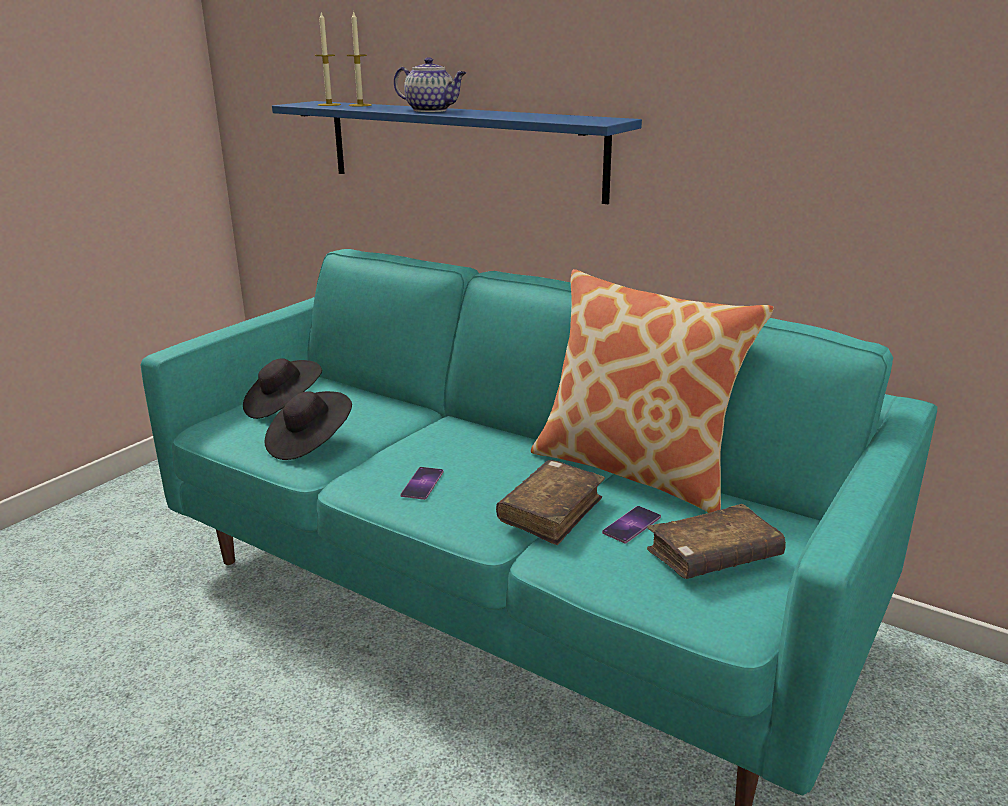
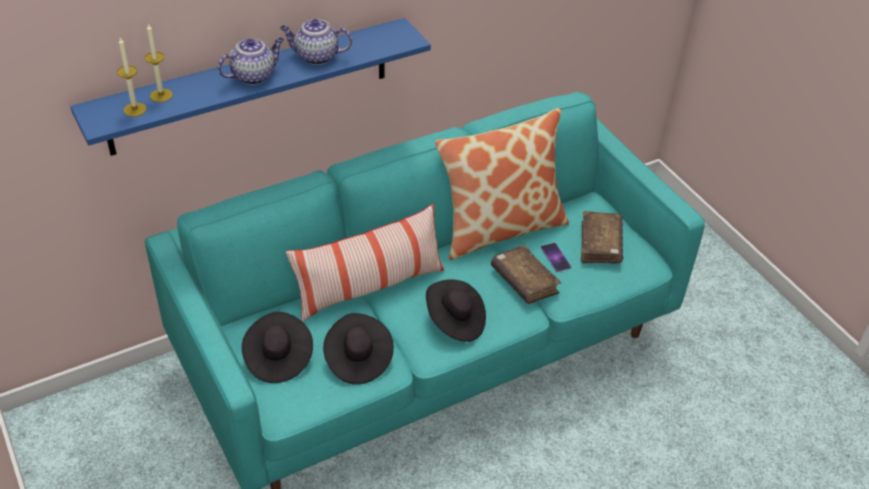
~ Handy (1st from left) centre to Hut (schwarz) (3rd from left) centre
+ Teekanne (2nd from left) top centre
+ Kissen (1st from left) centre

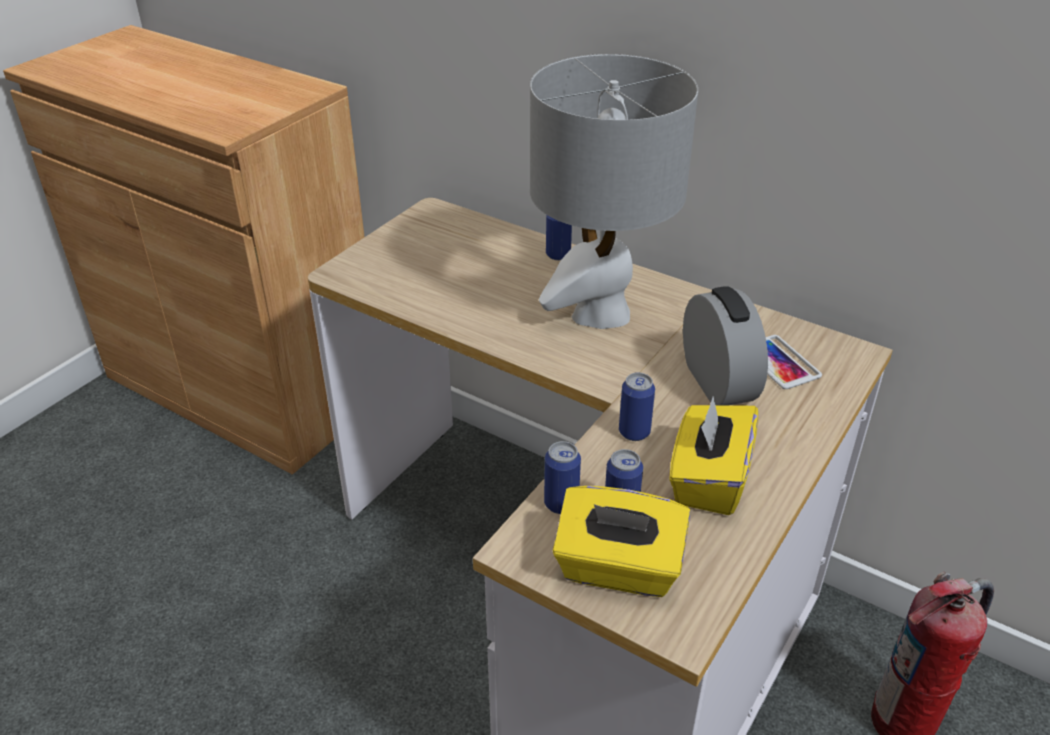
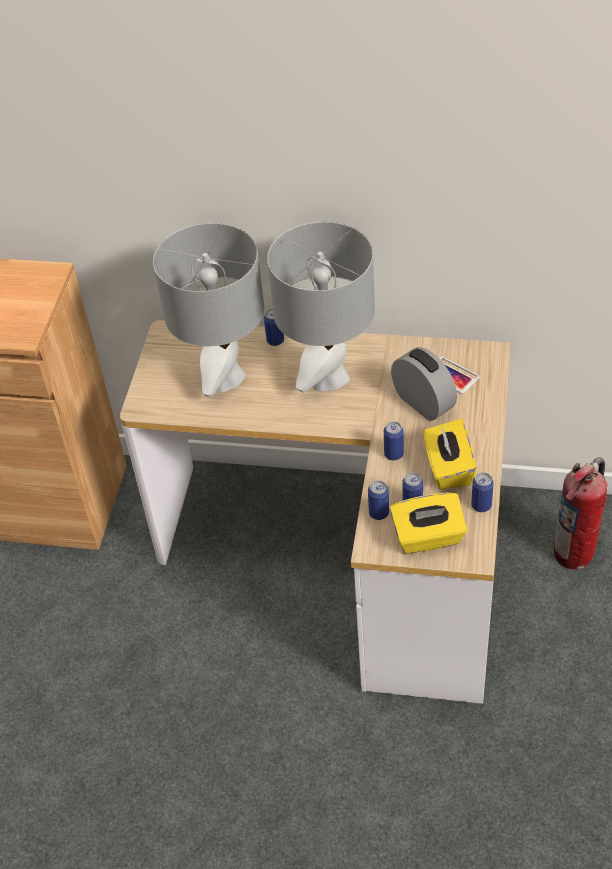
+ Tischlampe (grau) (1st from left) centre
+ Dose (5th from left) middle right

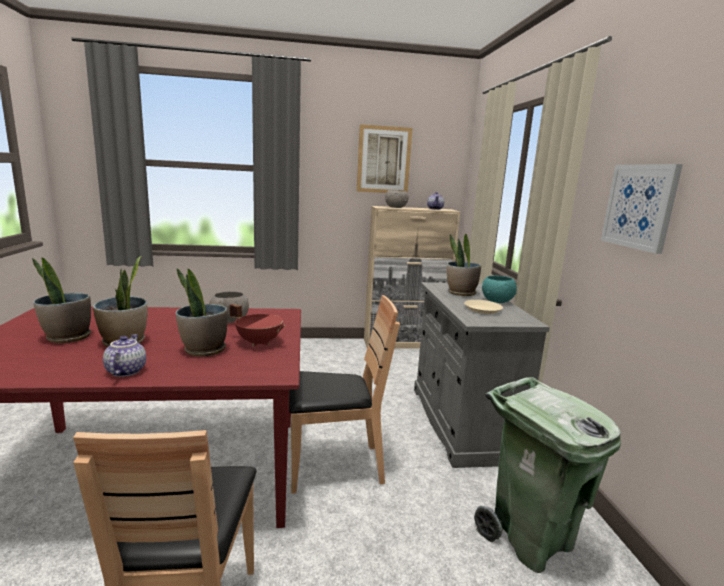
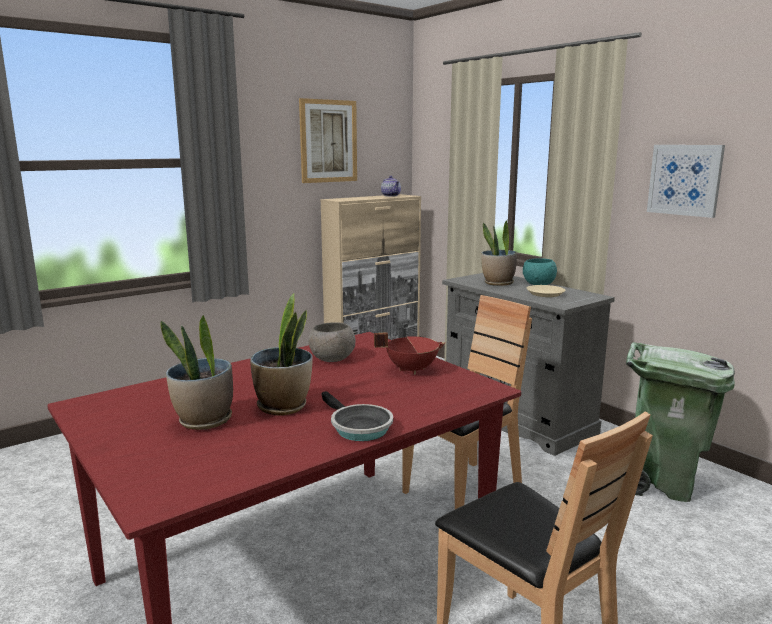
~ Teekanne (1st from left) middle left to Pfanne bottom centre
- Topfpflanze (3rd from left) middle left
- Schüssel (grau) (2nd from left) centre

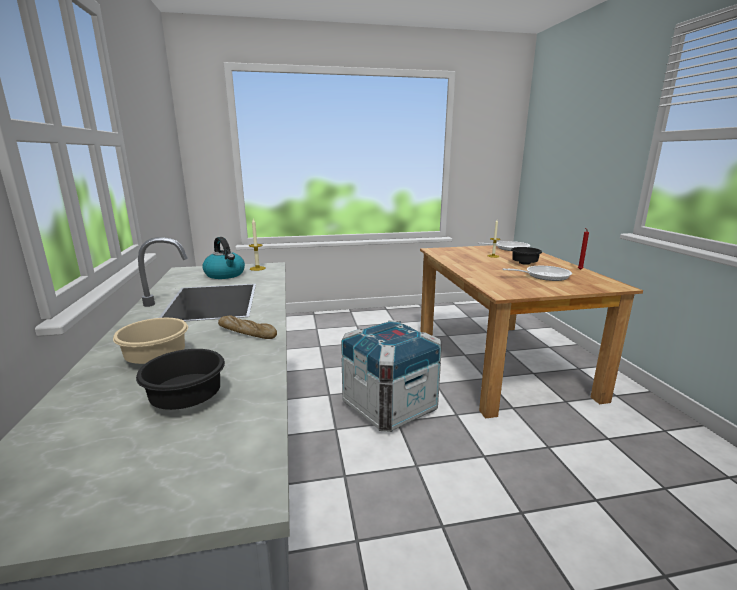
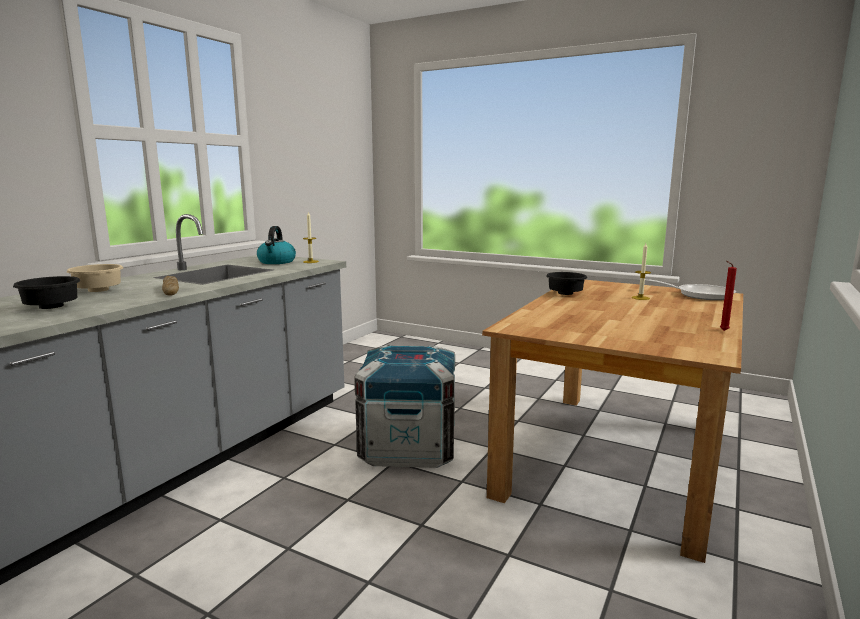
- Pfanne (2nd from left) middle right
~ Schüssel (schwarz) (2nd from left) middle right to centre

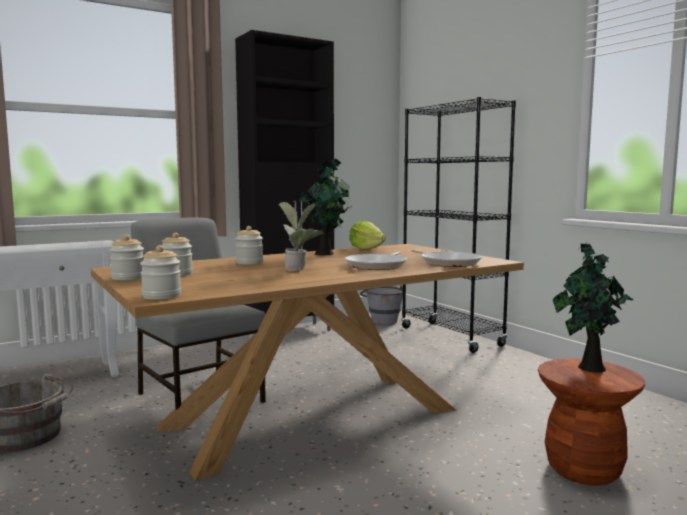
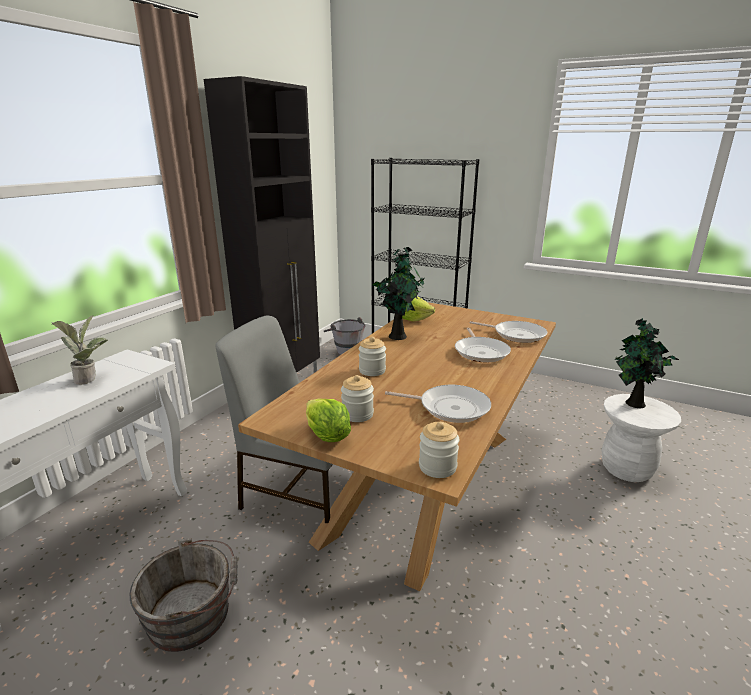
~ Vorratsglas (1st from left) middle left to Salatkopf (1st from left) centre
~ Topfpflanze (1st from left) centre to middle left
~ Hocker (braun) bottom right to Hocker (weiß) middle right
+ Pfanne (1st from left) centre

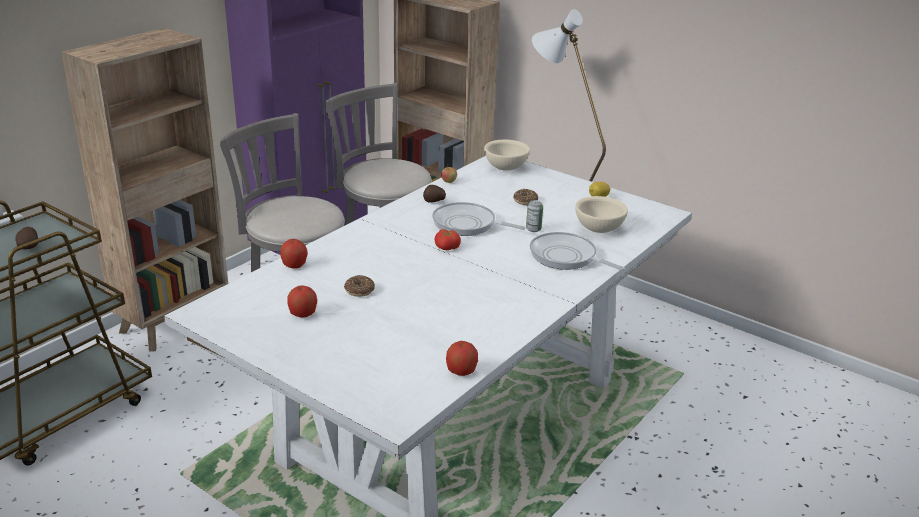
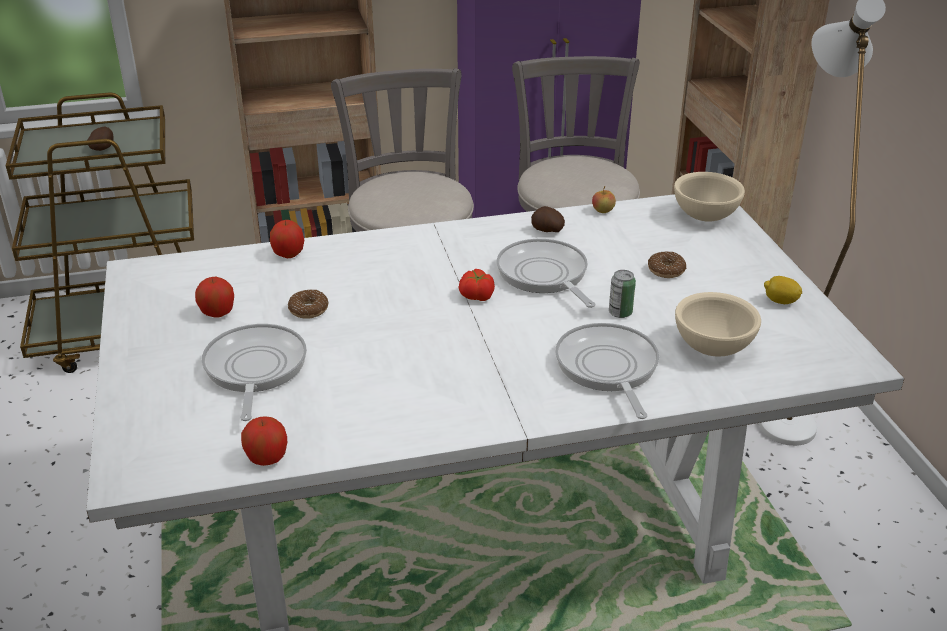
+ Pfanne (1st from left) middle left

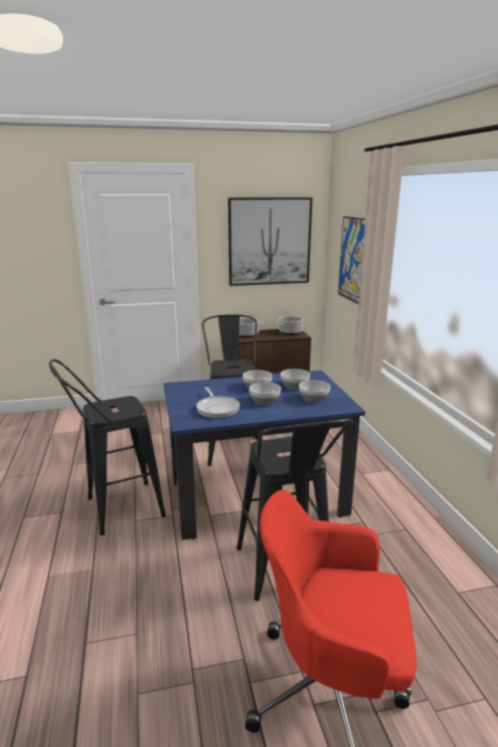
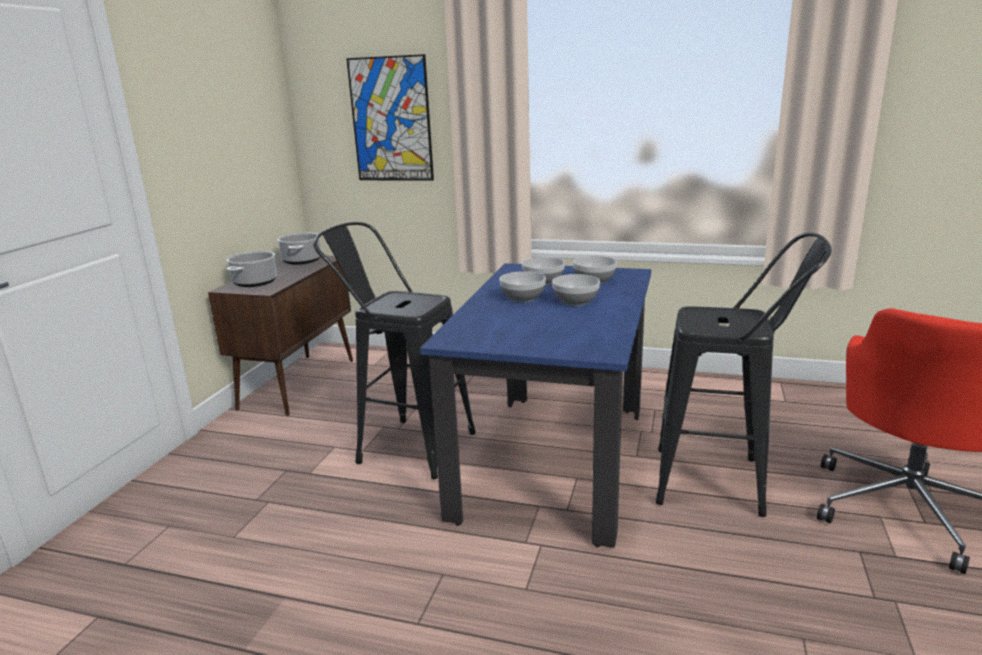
- Hocker (schwarz) (1st from left) middle left
- Pfanne centre
- Bild (1st from left) top centre

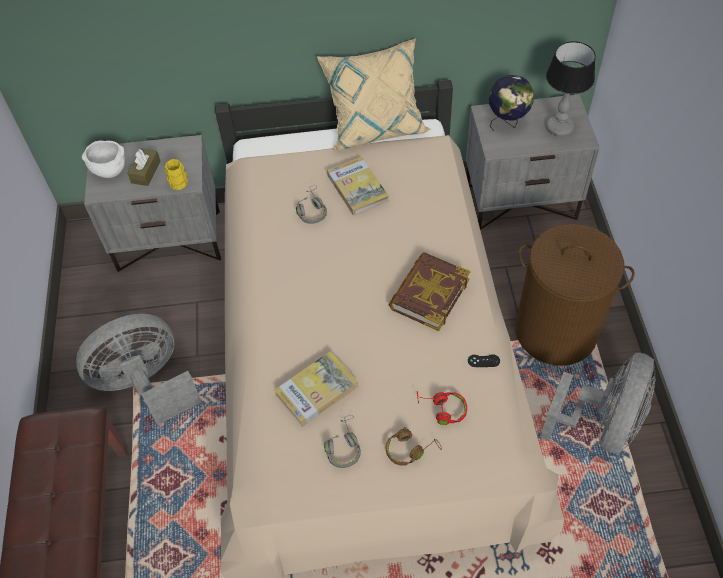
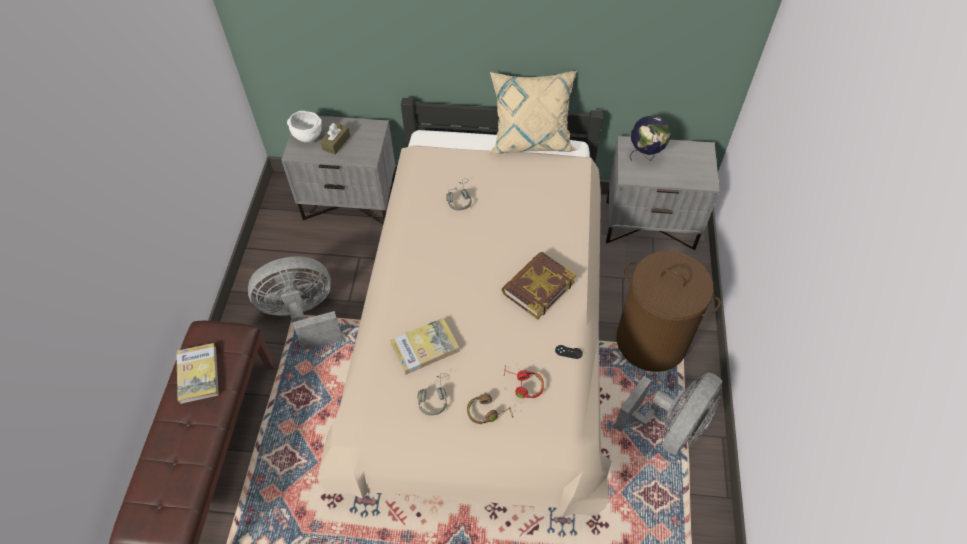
- Henkelbecher (gelb) top left
~ Buch (2nd from left in the first image) top centre to Buch (1st from left) bottom left
- Tischlampe top right

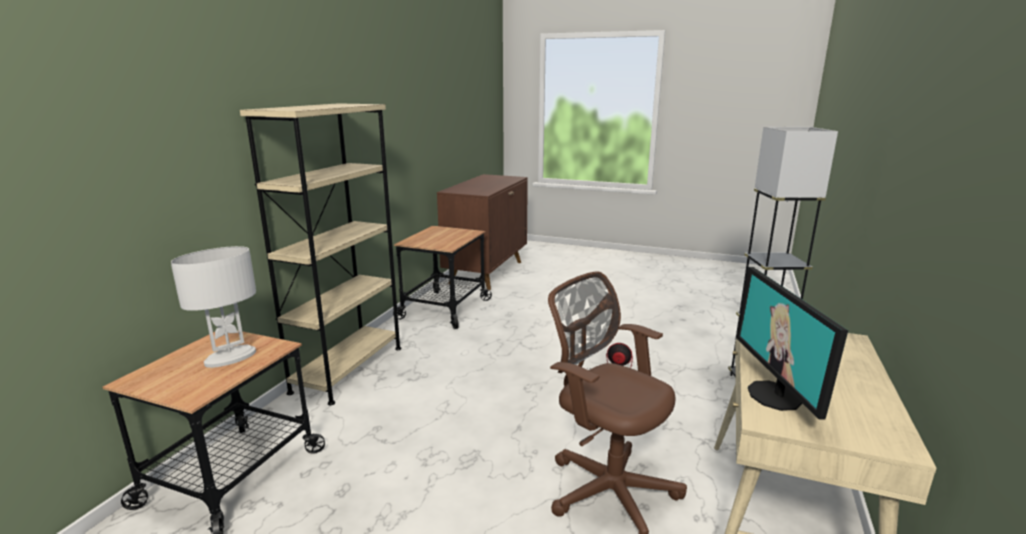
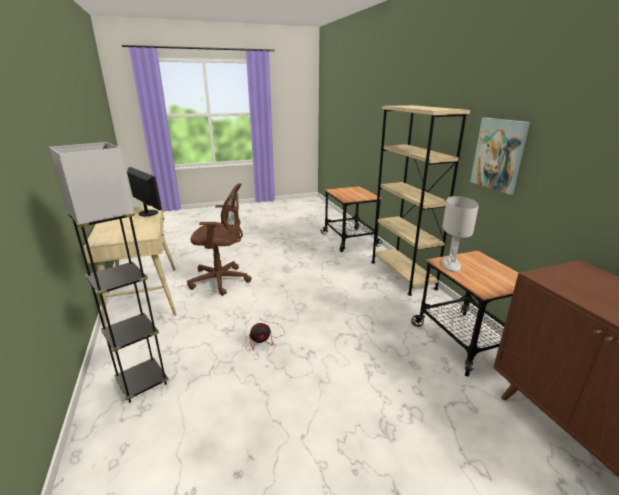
~ Tischlampe (weiß) middle left to middle right
+ Bild top right

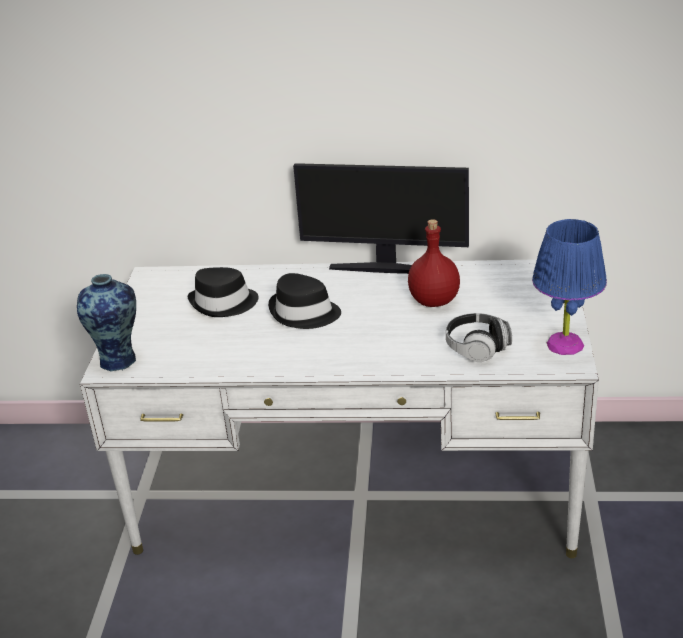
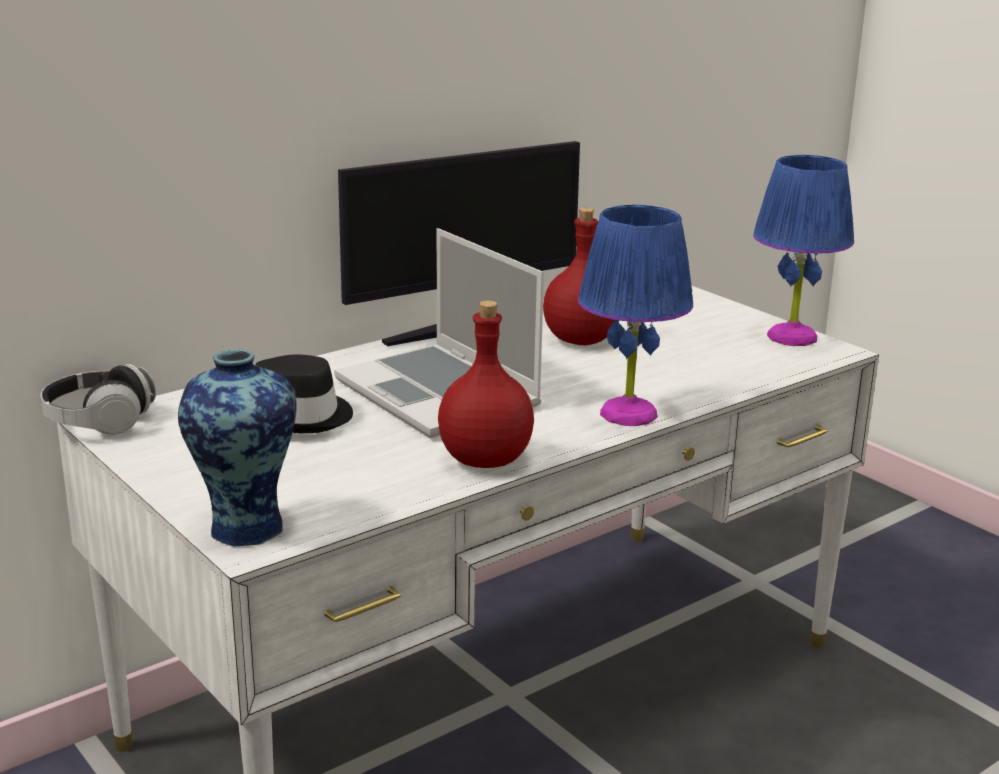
~ Hut (schwarz) (2nd from left) centre to Laptop centre
~ Kopfhörer middle right to middle left
+ Flasche (rot) (1st from left) centre
+ Tischlampe (blau) (1st from left) centre

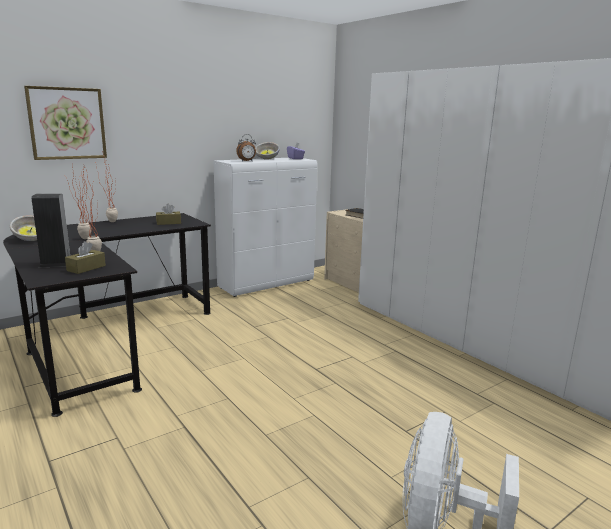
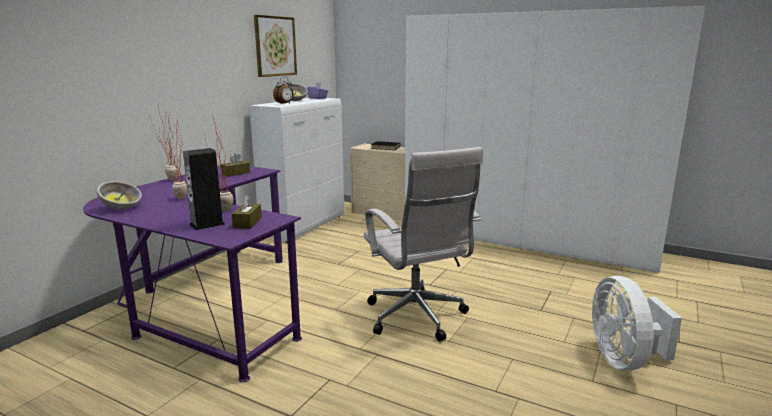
~ Schreibtisch (schwarz) middle left to Schreibtisch (lila) middle left
~ Bild top left to top centre
+ Bürostuhl (weiß) centre

